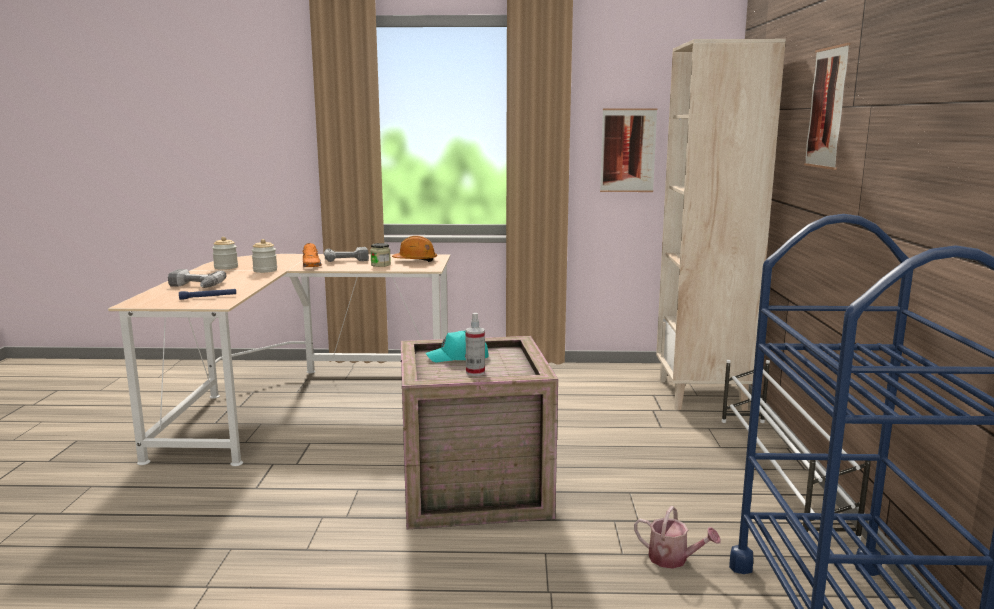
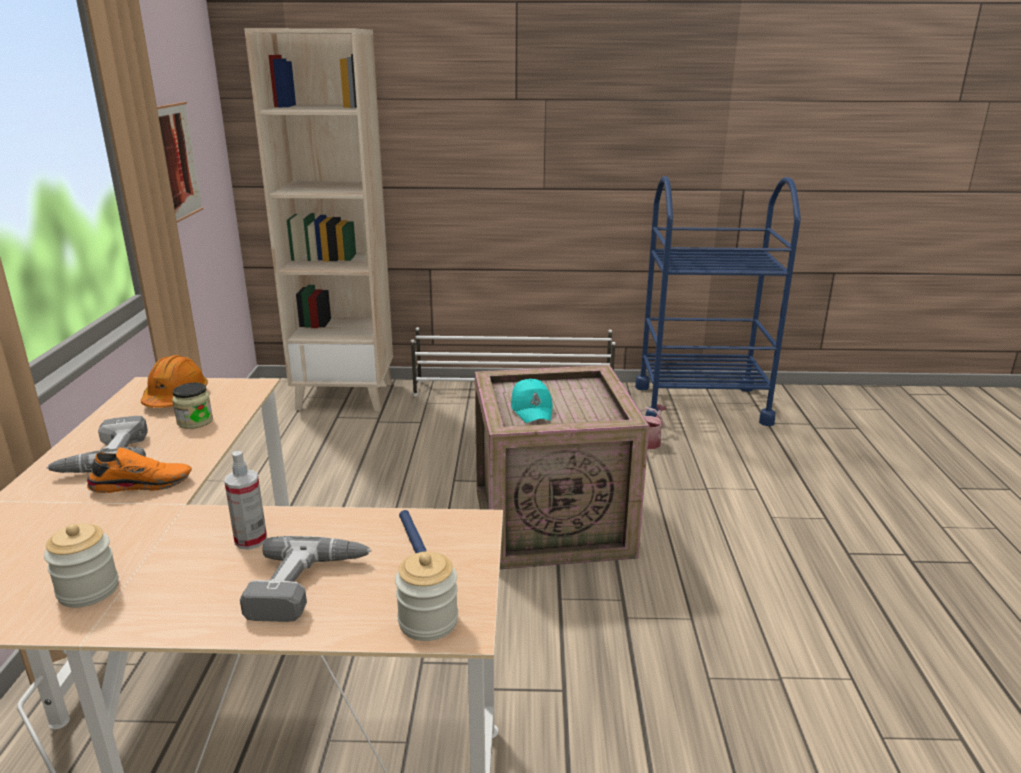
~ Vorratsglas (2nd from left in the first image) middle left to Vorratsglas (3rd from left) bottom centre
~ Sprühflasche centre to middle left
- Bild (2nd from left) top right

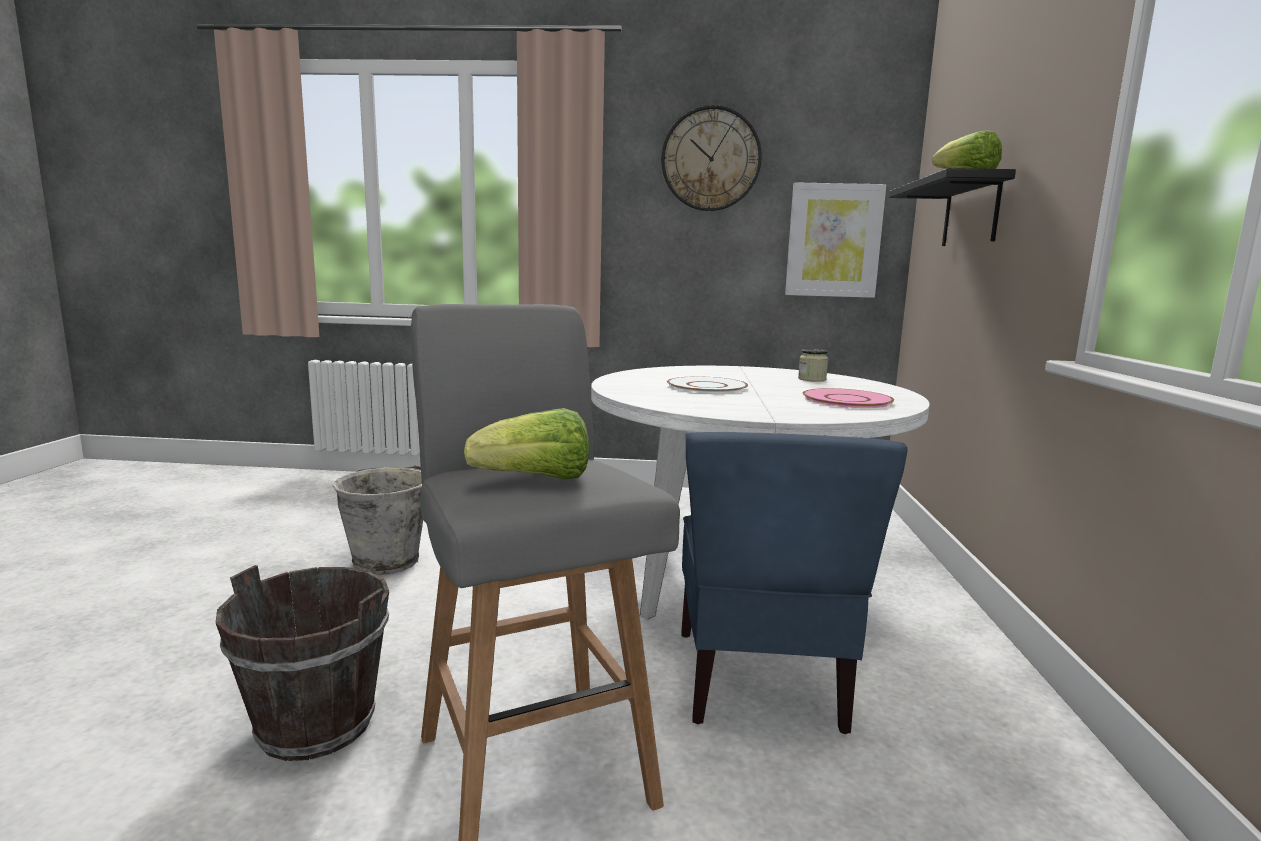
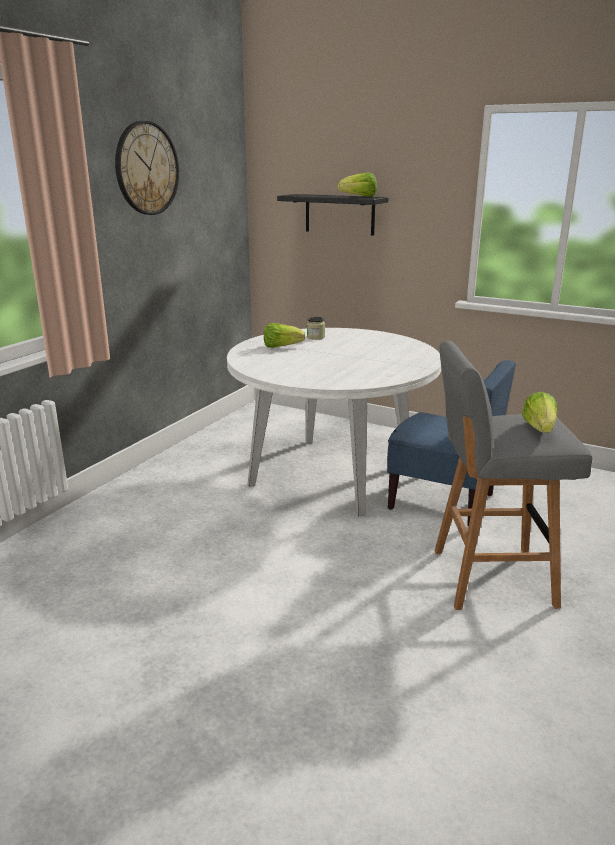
- Eimer (braun) bottom left
- Eimer (grau) middle left
- Teller (weiß) centre
- Bild top centre
- Teller (rosa) middle right
+ Salatkopf (1st from left) centre

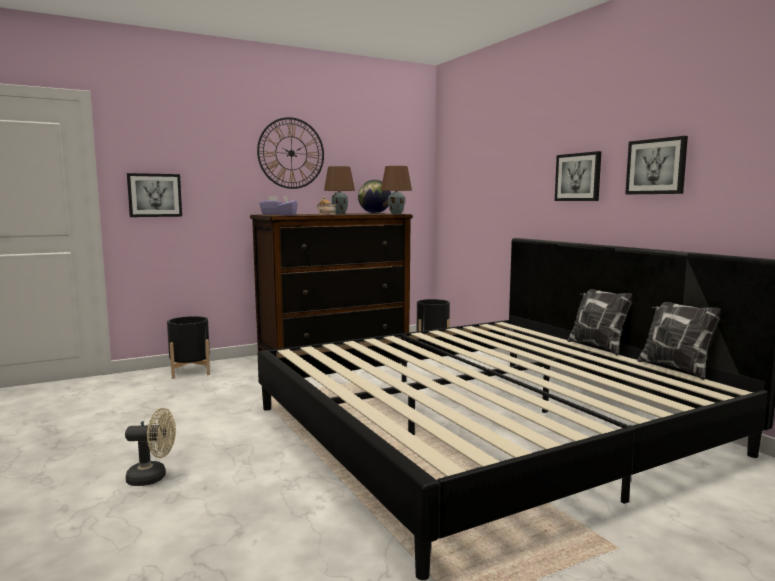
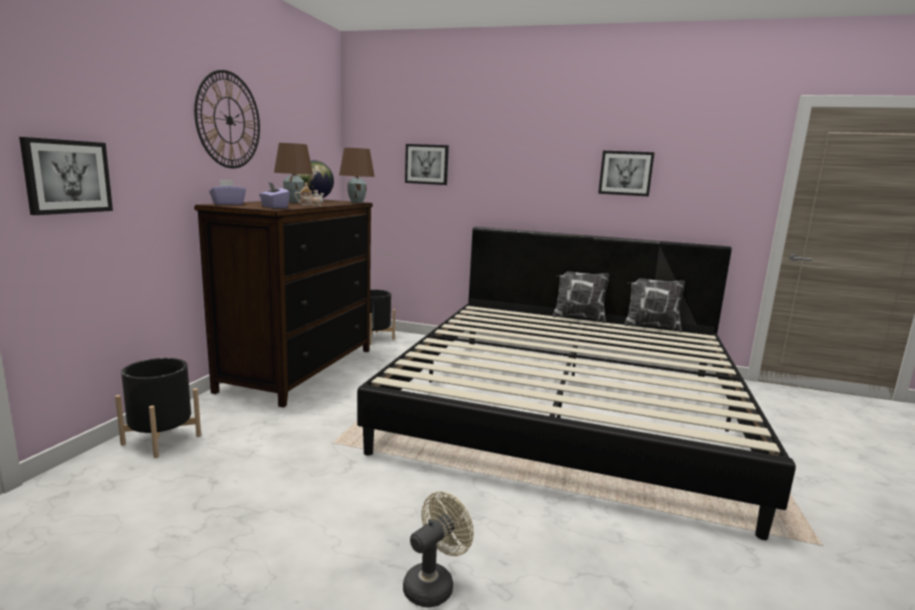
~ Bild (2nd from left) top right to top centre

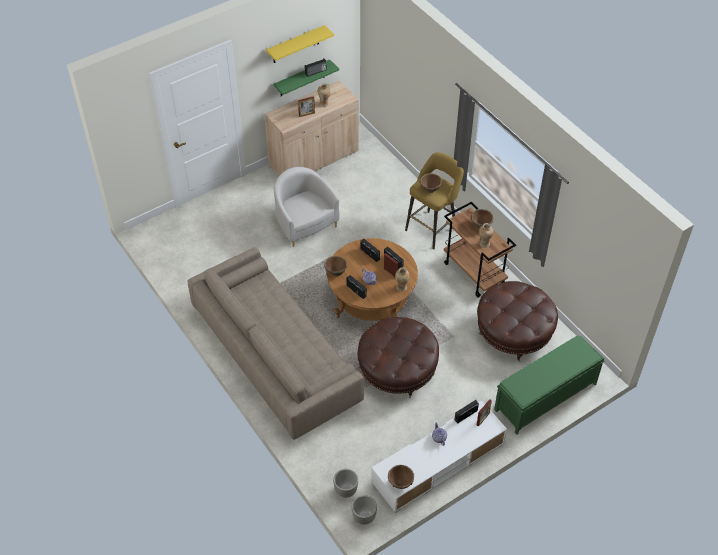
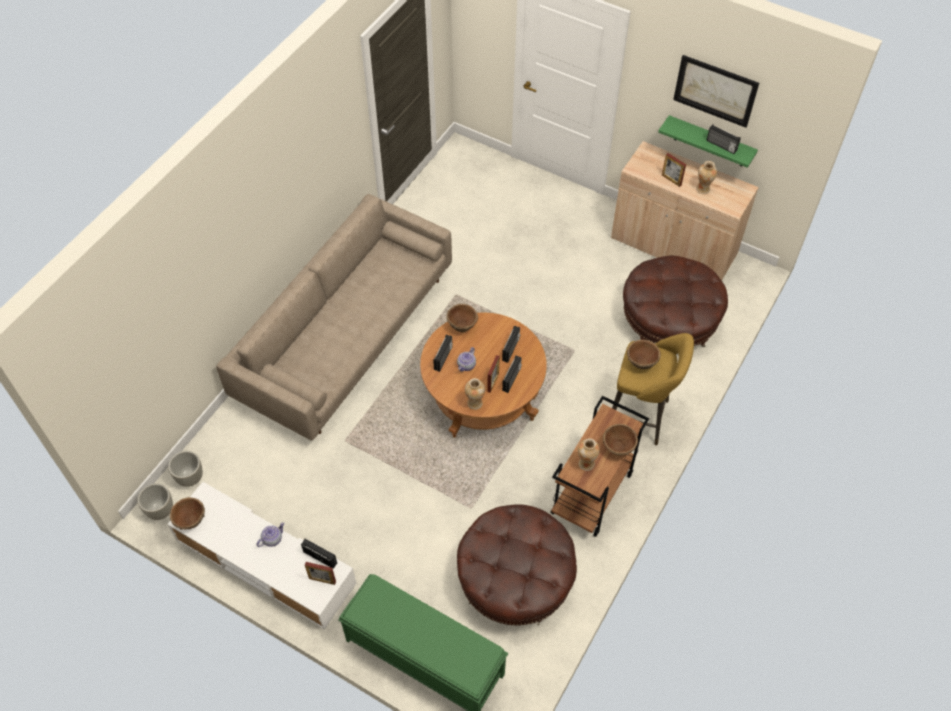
~ Wandregal (gelb) top centre to Bild top right
- Sessel (weiß) centre
~ Polsterhocker (braun) (1st from left in the first image) centre to Polsterhocker (braun) (2nd from left) middle right

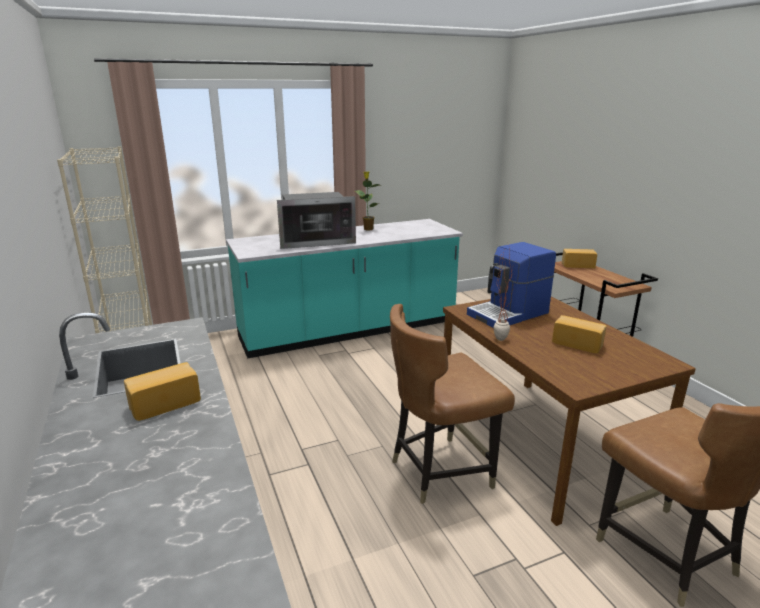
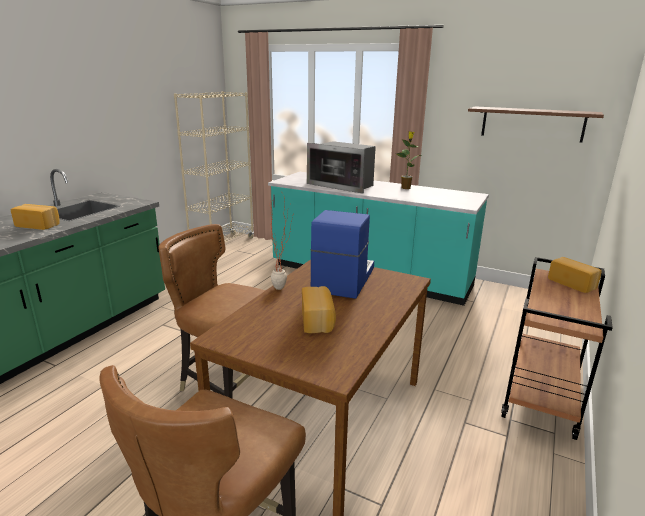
~ Kaffeemaschine middle right = centre 90 degrees clockwise
+ Wandregal (braun) top right

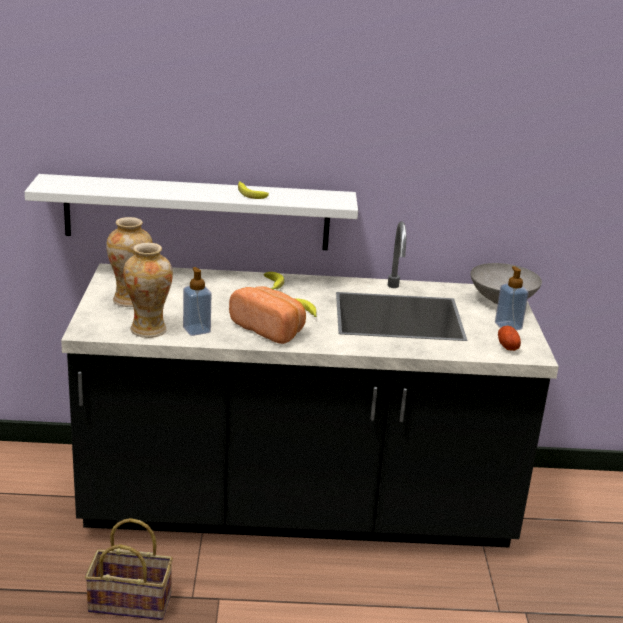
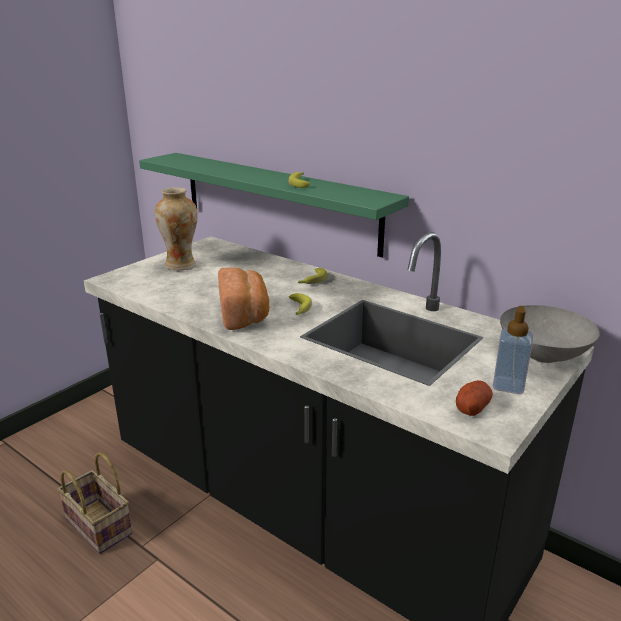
~ Wandregal (weiß) middle left to Wandregal (grün) top centre
- Vase (2nd from left) middle left
- Seifenspender (1st from left) middle left

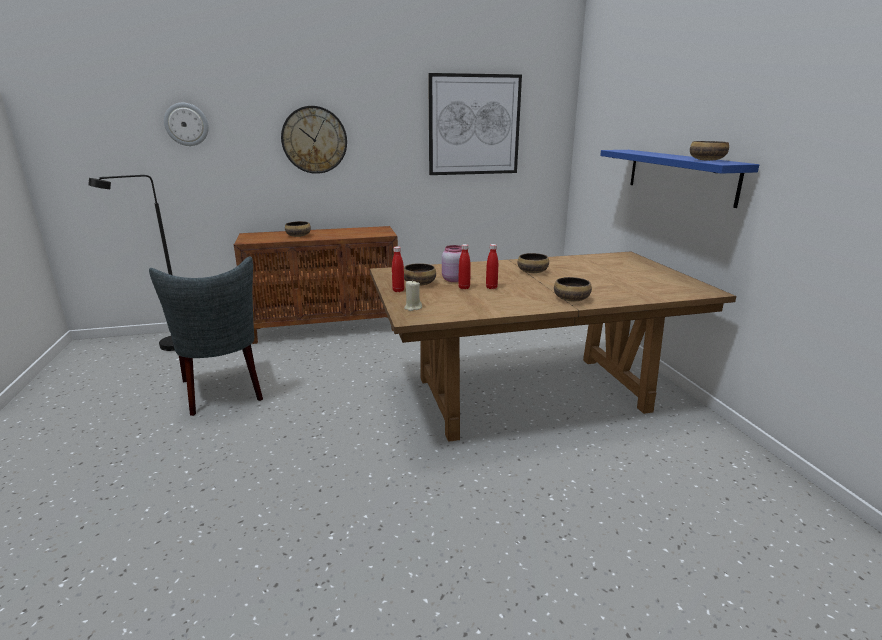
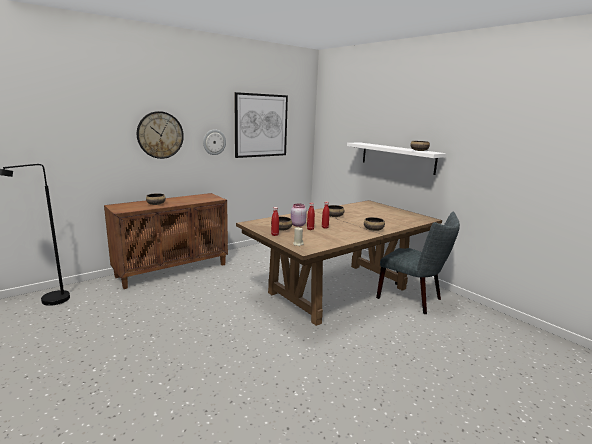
~ Stuhl (grau) middle left to middle right
~ Wanduhr (1st from left in the first image) top left to Wanduhr (2nd from left) top centre
~ Wandregal (blau) top right to Wandregal (weiß) middle right

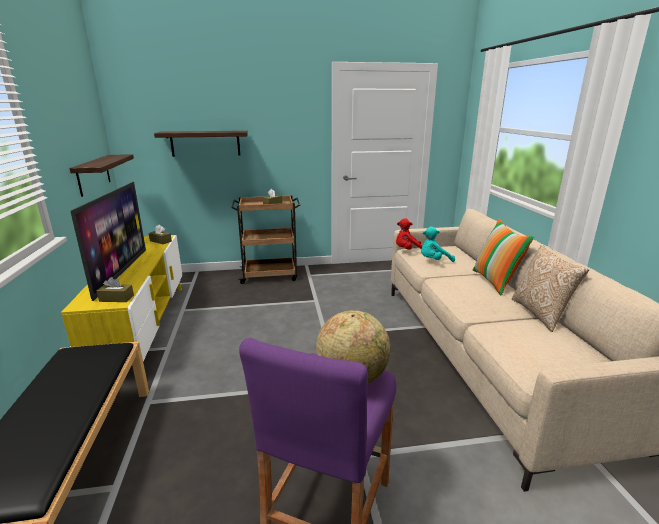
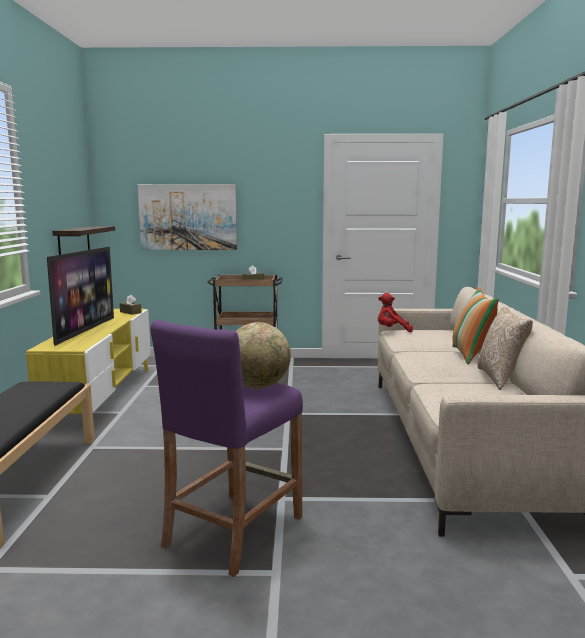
- Taschentuchbox (braun) (1st from left) middle left
~ Wandregal (2nd from left) top left to Bild middle left
- Plüschtier (türkis) centre

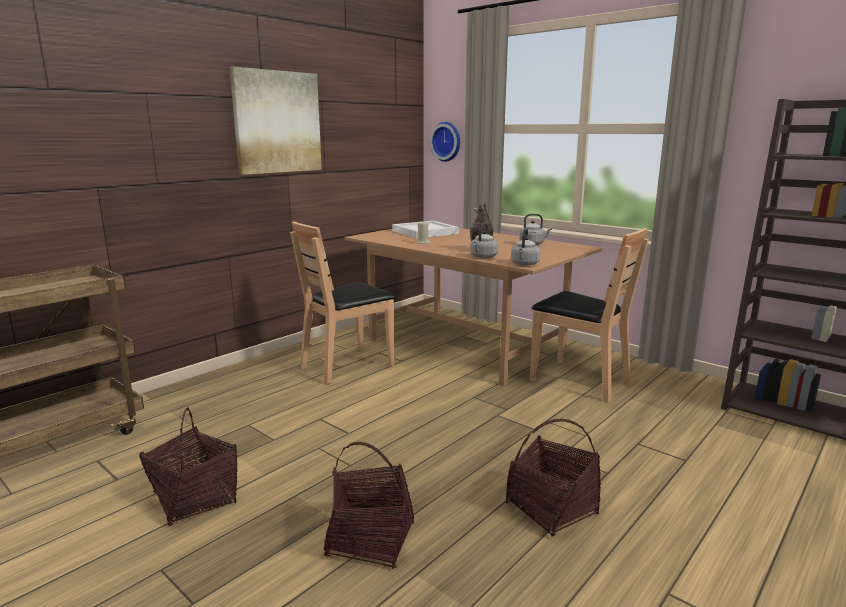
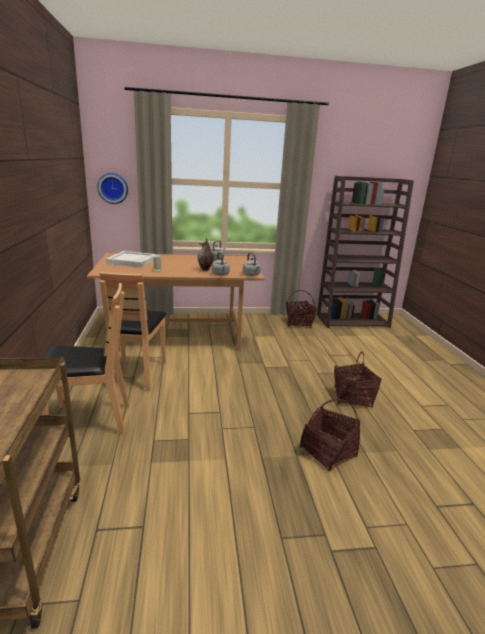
~ Korb (1st from left) bottom left to centre
- Bild top left
~ Stuhl (braun) (2nd from left in the first image) middle right to Stuhl (braun) (1st from left) middle left

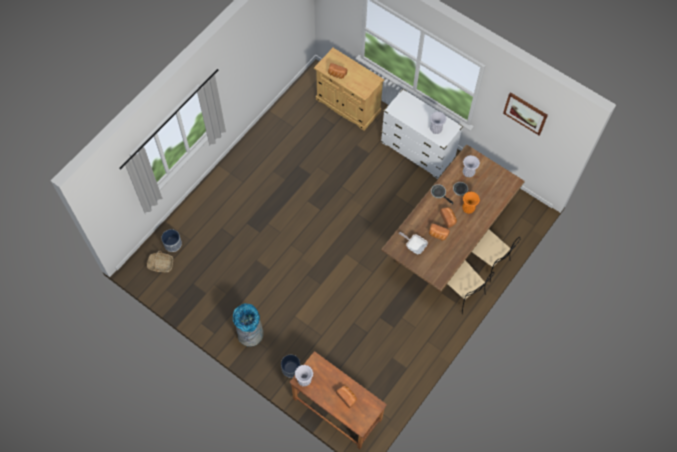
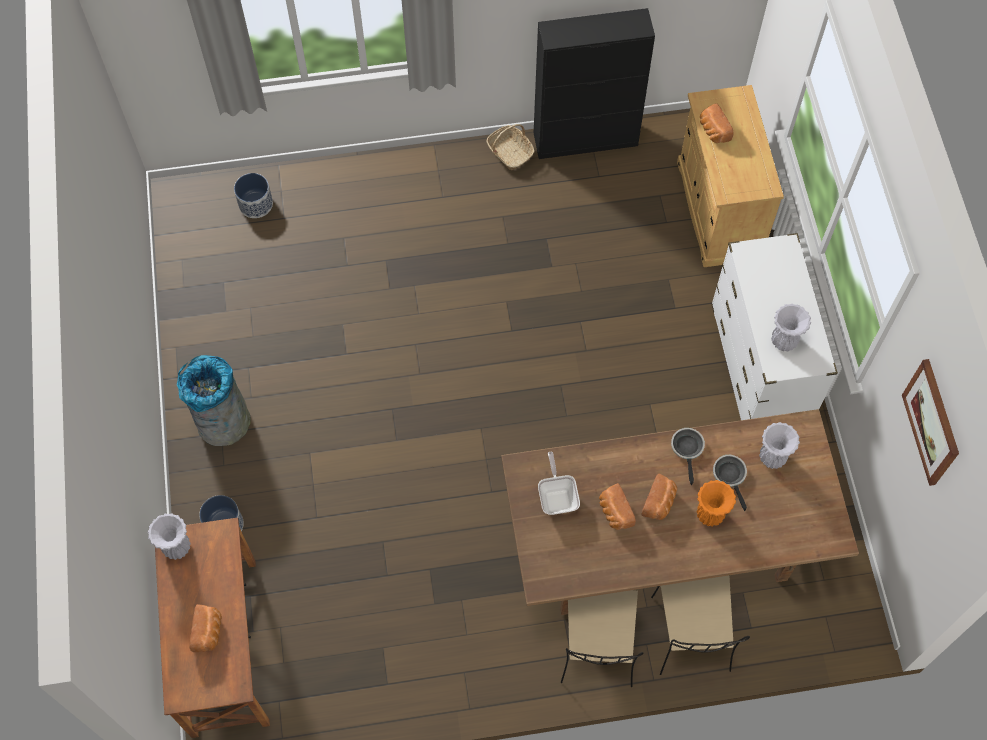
~ Korb middle left to top centre
+ Schrank (schwarz) top centre

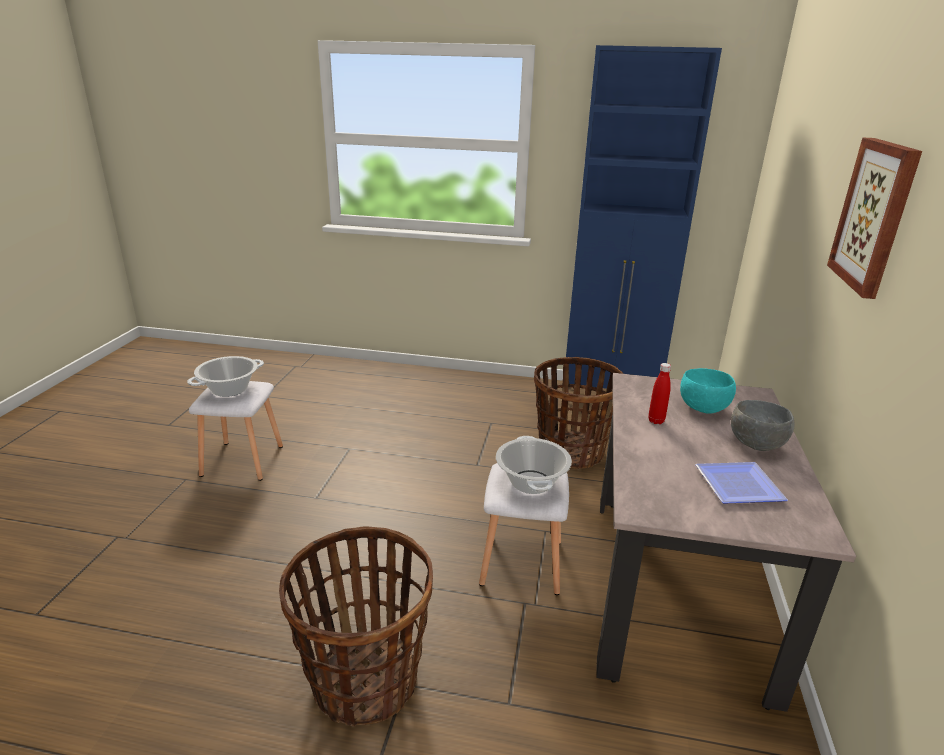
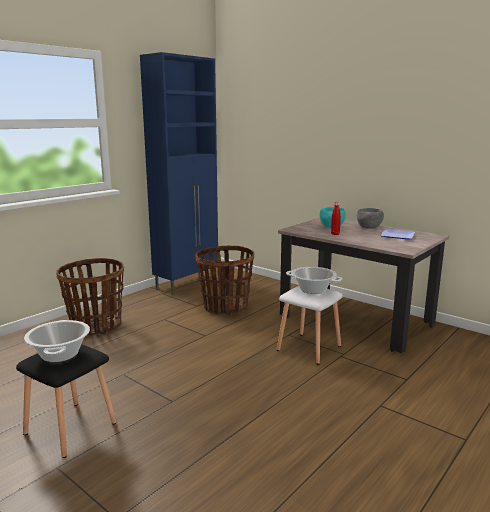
~ Hocker (weiß) (1st from left) middle left to Hocker (schwarz) bottom left
~ Korb (1st from left) bottom centre to middle left
- Bild top right

